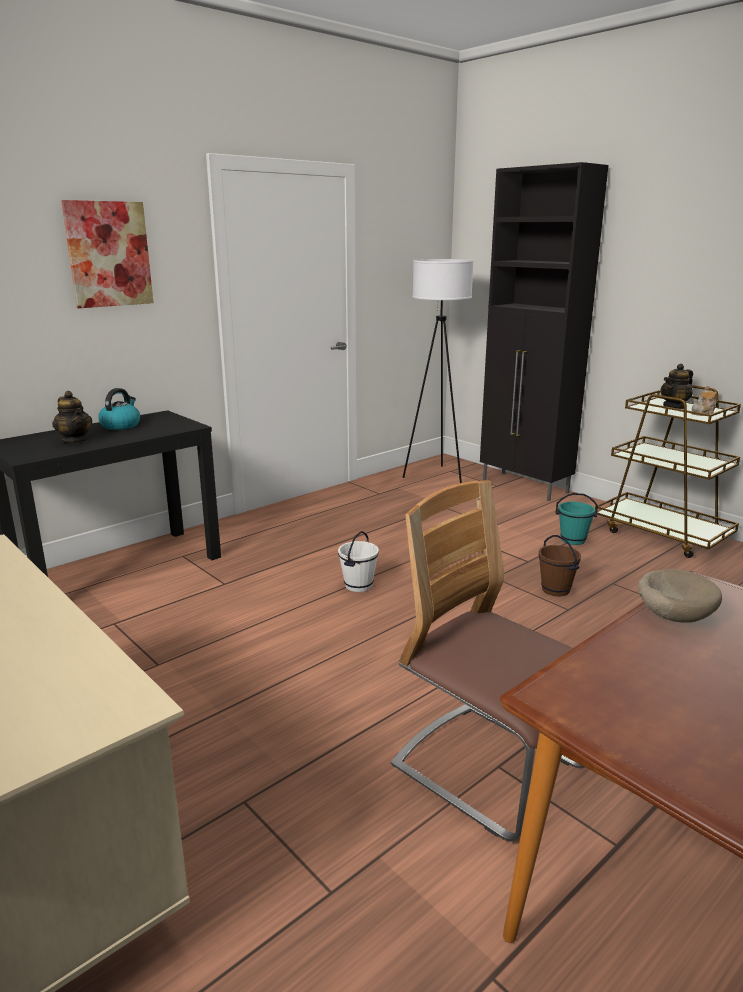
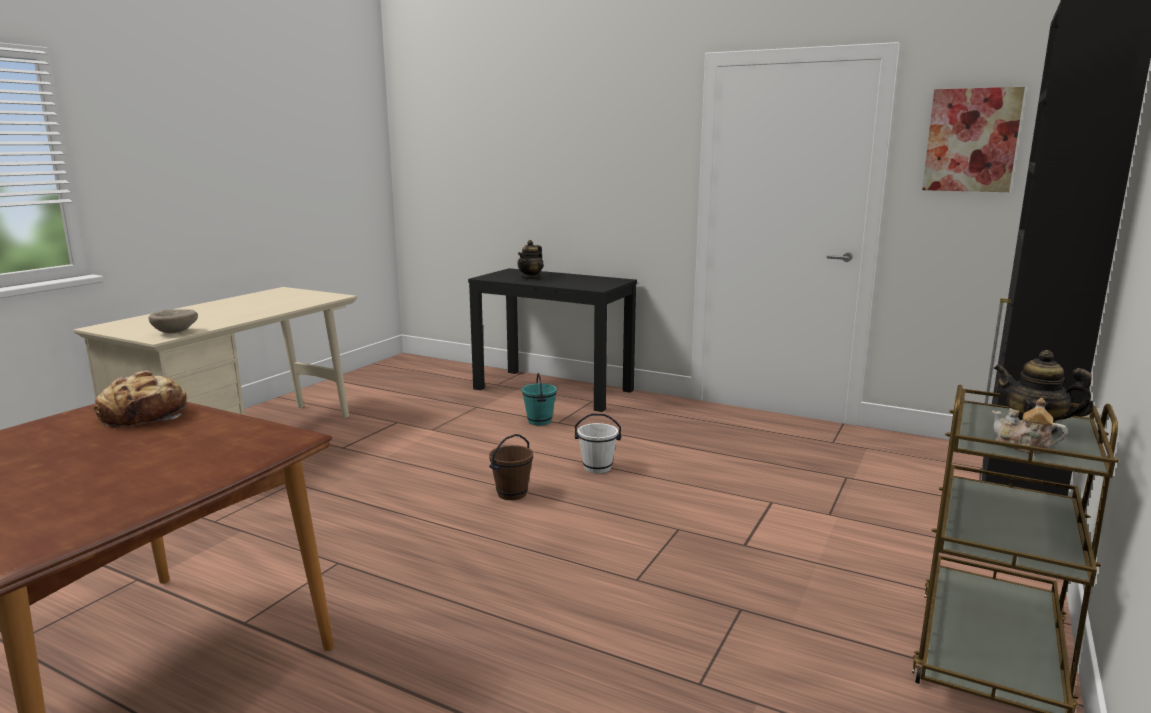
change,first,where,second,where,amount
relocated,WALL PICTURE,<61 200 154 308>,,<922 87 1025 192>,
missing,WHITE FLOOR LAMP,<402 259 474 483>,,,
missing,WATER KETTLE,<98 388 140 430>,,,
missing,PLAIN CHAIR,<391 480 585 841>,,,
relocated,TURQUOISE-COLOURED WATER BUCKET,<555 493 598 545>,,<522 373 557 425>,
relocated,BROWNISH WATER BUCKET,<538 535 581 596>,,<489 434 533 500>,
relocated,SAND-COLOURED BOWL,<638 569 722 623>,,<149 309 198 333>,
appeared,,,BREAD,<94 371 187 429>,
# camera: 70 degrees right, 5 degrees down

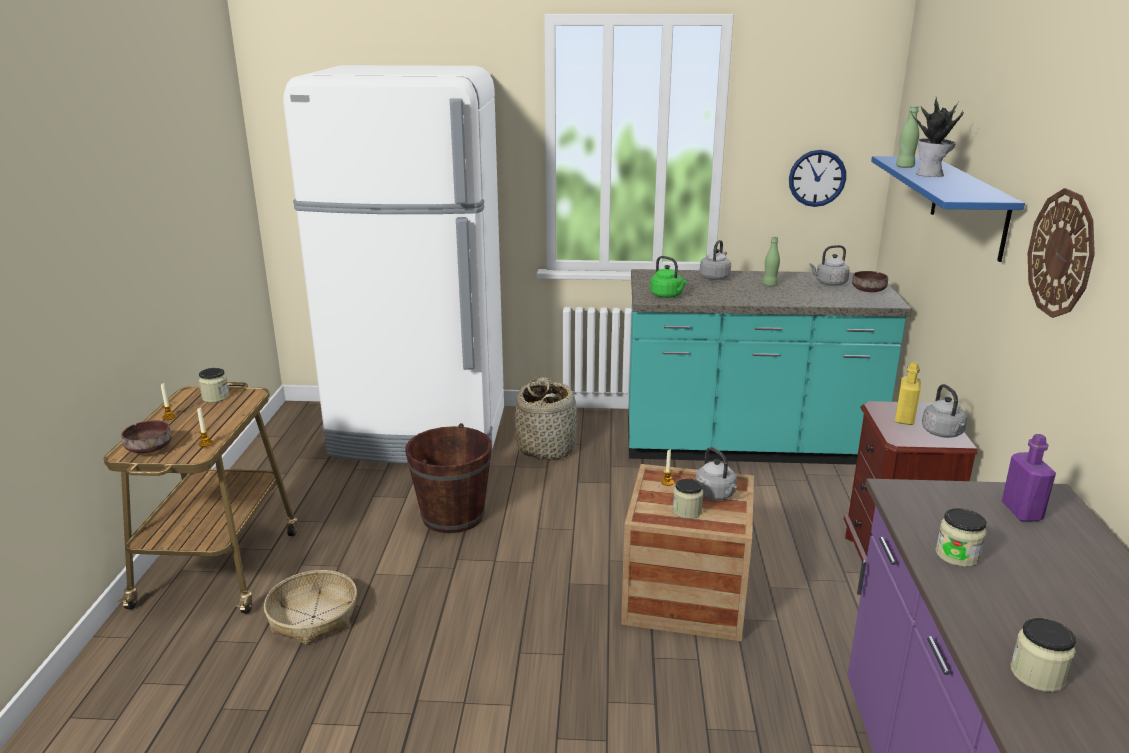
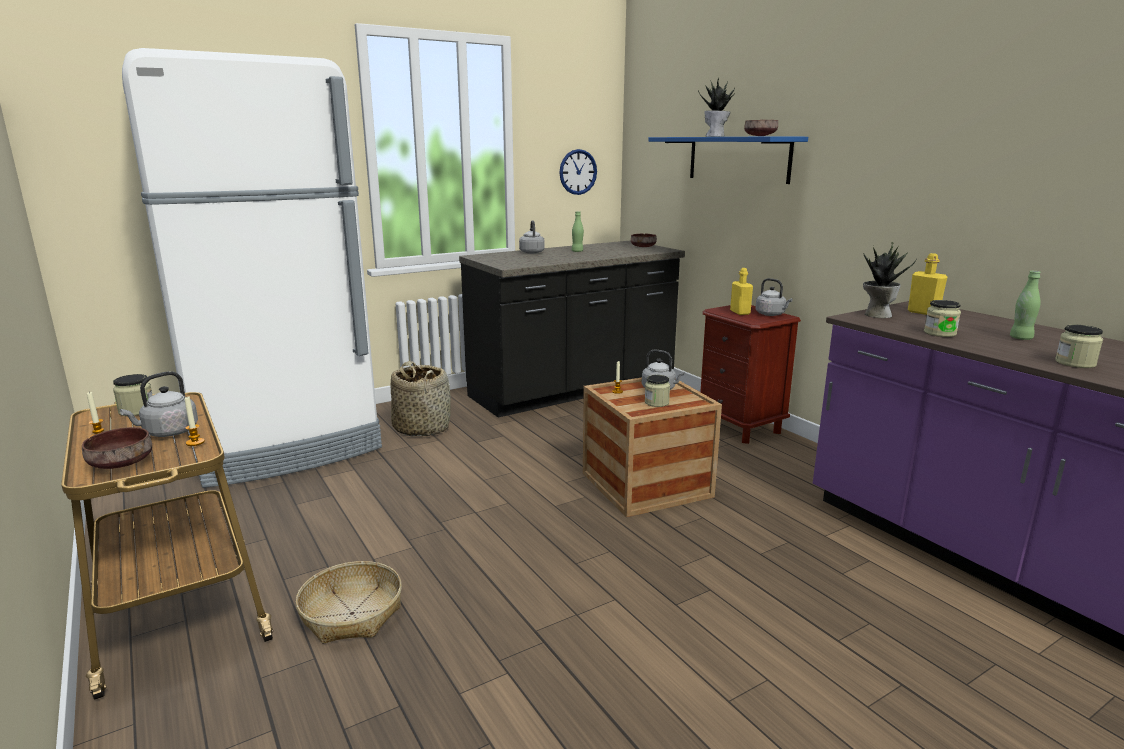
change,first,where,second,where,amount
relocated,GREEN-COLOURED BOTTLE,<896 106 919 168>,,<1010 271 1041 340>,
missing,WALL CLOCK,<1028 188 1095 318>,,,
relocated,GREYISH WATER KETTLE,<809 245 850 286>,,<120 371 198 437>,
missing,GREEN-COLOURED WATER KETTLE,<650 256 688 298>,,,
colour,TURQUOISE-COLOURED KITCHEN COUNTER,<628 269 912 465>,BLACK-COLOURED KITCHEN COUNTER,<459 241 685 418>,
missing,BROWNISH WATER BUCKET,<405 423 492 533>,,,
colour,PURPLE BOTTLE,<1002 434 1056 522>,YELLOWISH BOTTLE,<908 253 947 315>,
appeared,,,BROWNISH BOWL,<744 120 778 136>,
appeared,,,POTTED PLANT,<863 242 917 318>,
# camera: 35 degrees left, 5 degrees down

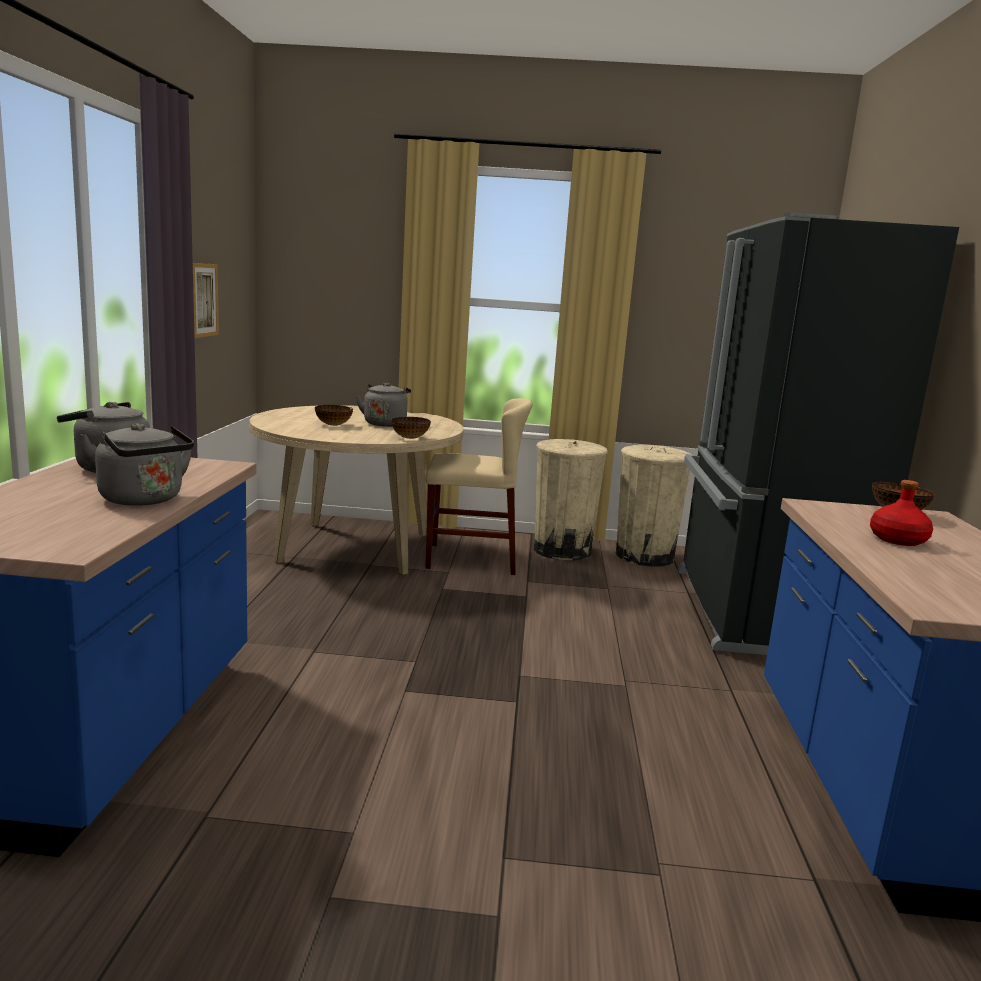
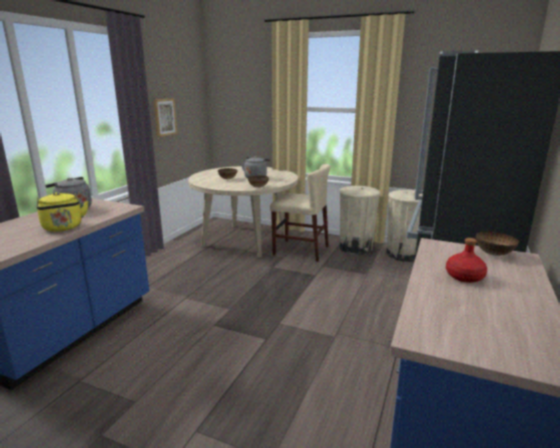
change,first,where,second,where,amount
colour,GREYISH WATER KETTLE,<95 423 194 506>,YELLOWISH WATER KETTLE,<37 192 88 232>,
# camera: 20 degrees right, 5 degrees up

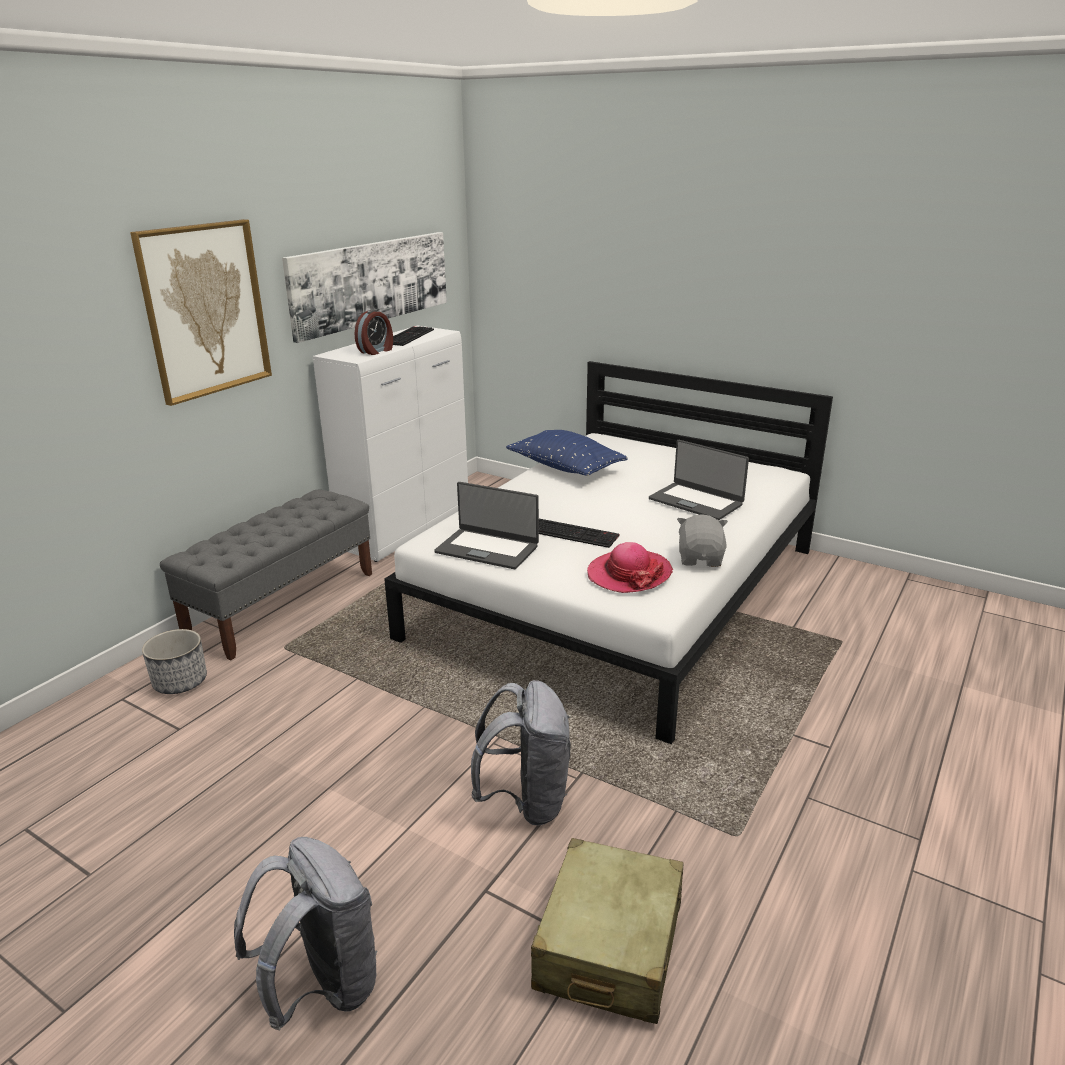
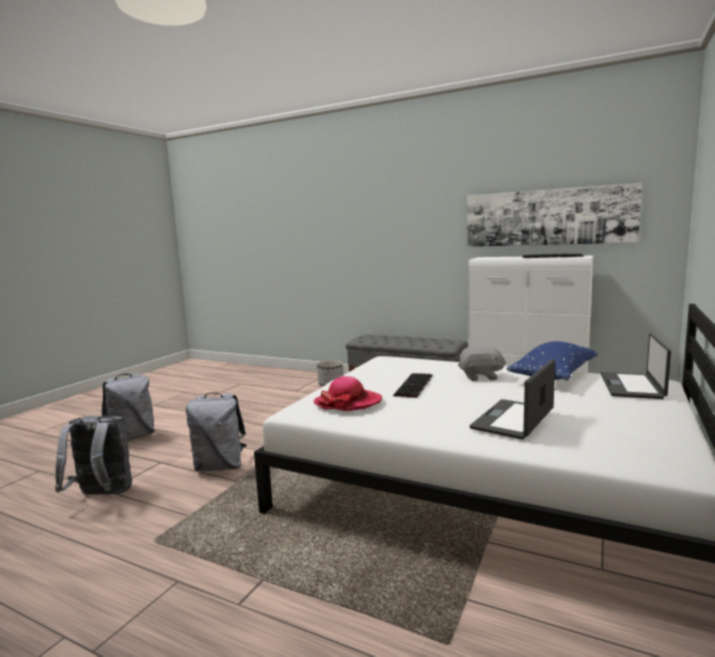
change,first,where,second,where,amount
missing,WALL PICTURE,<130 219 272 406>,,,
missing,BEDSIDE CLOCK,<354 309 393 355>,,,
relocated,LAPTOP,<434 482 539 569>,,<601 334 671 399>,
relocated,GREYISH PLUSH TOY,<677 514 728 567>,,<458 346 506 381>,
exchanged,SAND-COLOURED PIECE OF LUGGAGE,<531 838 684 1024>,GREYISH RUCKSACK,<55 416 132 495>,
# camera: 85 degrees right, 15 degrees down

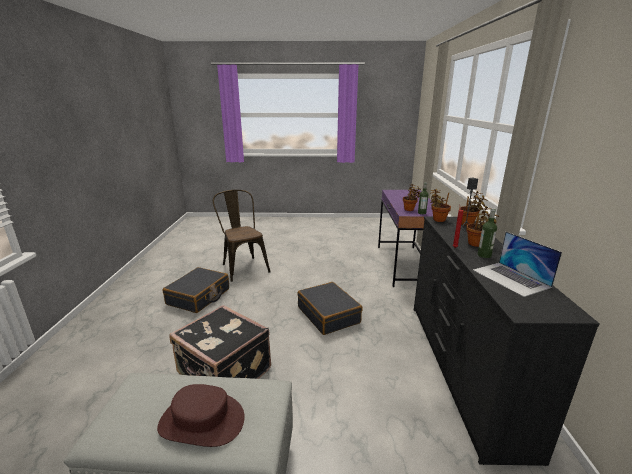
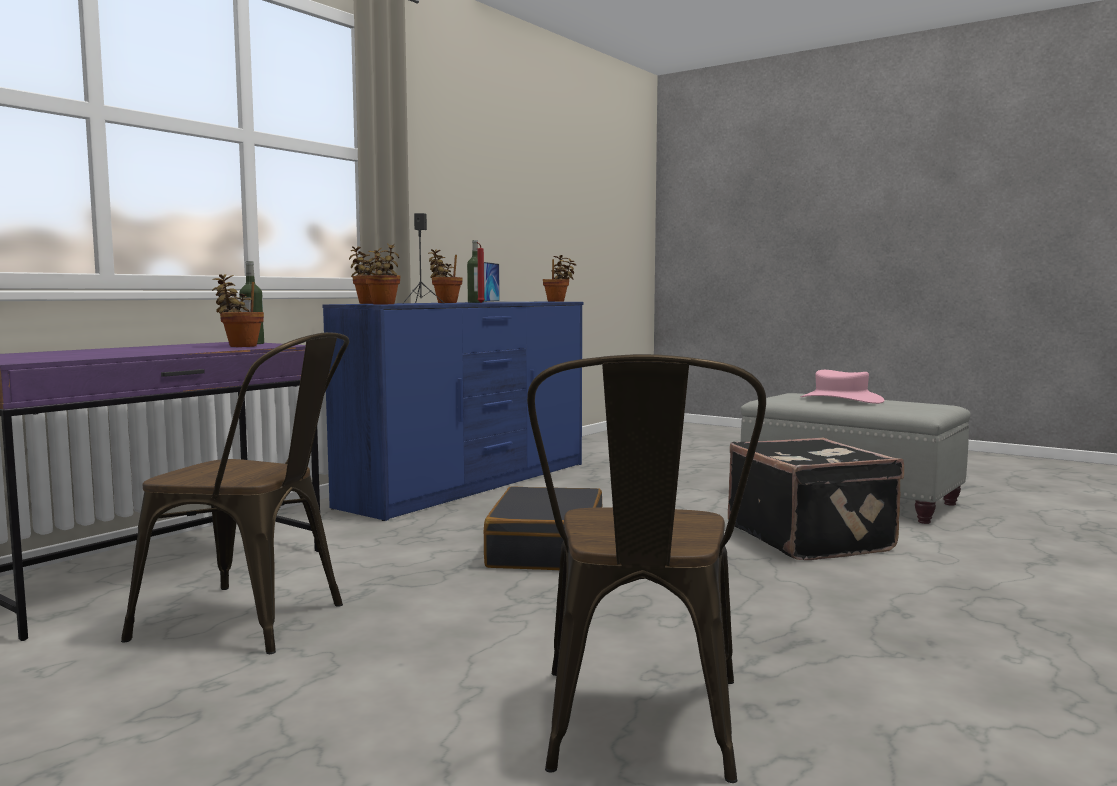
change,first,where,second,where,amount
colour,BLACK-COLOURED DRAWER CHEST,<414 217 600 466>,BLUISH DRAWER CHEST,<322 301 583 521>,
missing,BLACK-COLOURED PIECE OF LUGGAGE,<163 267 229 313>,,,
colour,BROWNISH HAT,<157 384 245 447>,PINK HAT,<801 370 884 404>,
appeared,,,POTTED PLANT,<543 255 576 302>,
appeared,,,BROWNISH PLAIN CHAIR,<121 332 349 654>,
# camera: 145 degrees left, 15 degrees down

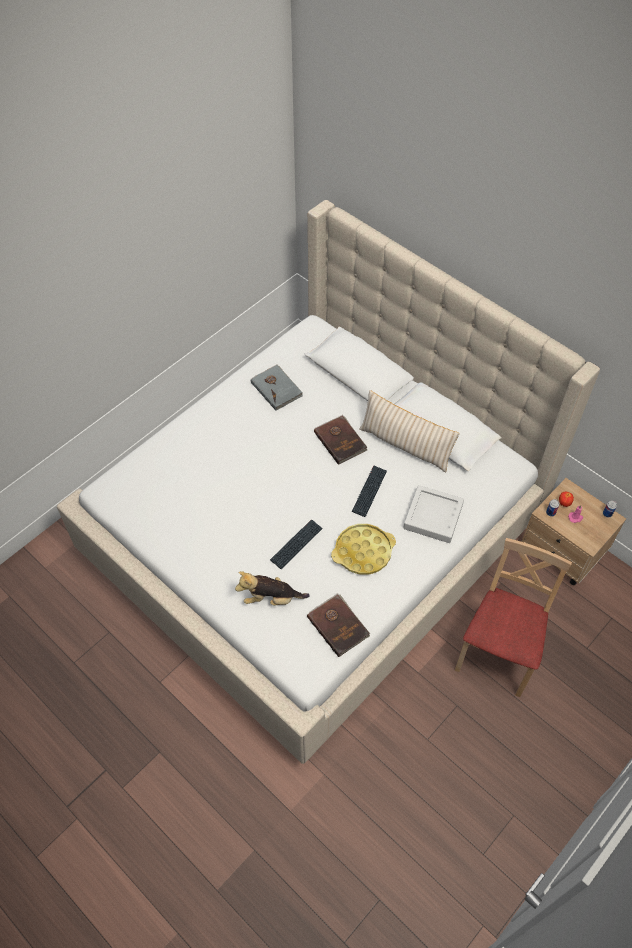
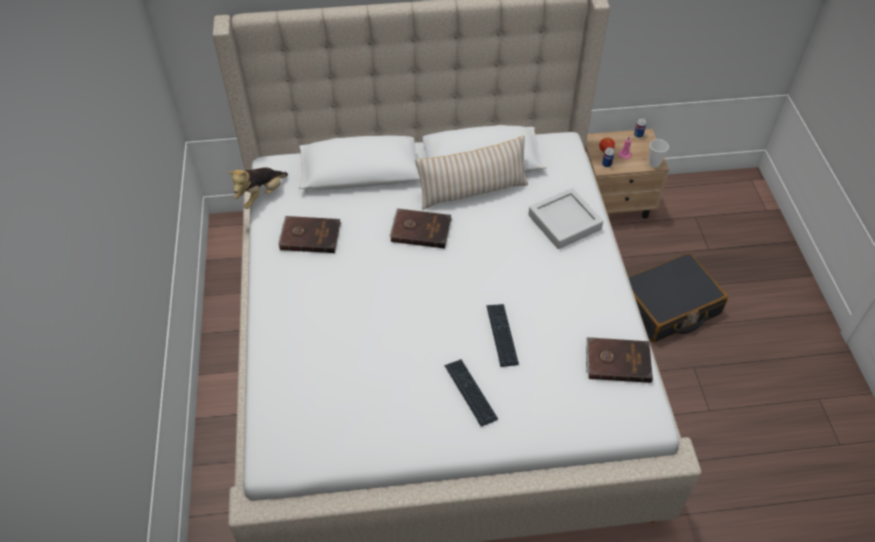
change,first,where,second,where,amount
colour,GREYISH BOOK,<251 365 303 411>,BROWNISH BOOK,<278 216 341 253>,
relocated,PC KEYBOARD,<352 466 387 517>,,<445 359 498 427>,
missing,YELLOWISH TRAY,<331 524 396 575>,,,
exchanged,SAND-COLOURED PLAIN CHAIR,<455 538 572 697>,BLACK-COLOURED PIECE OF LUGGAGE,<628 253 728 342>,
relocated,PLUSH TOY,<235 571 310 606>,,<228 167 288 209>,
appeared,,,SMALL CUP,<649 139 669 168>,
# camera: 50 degrees left, 5 degrees down

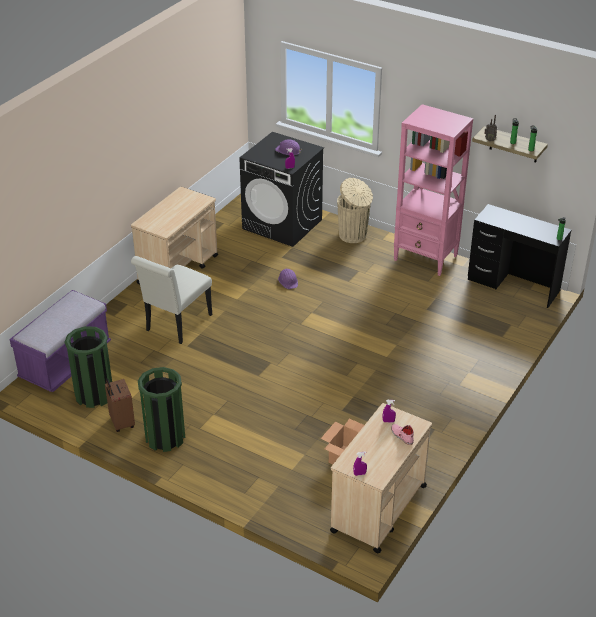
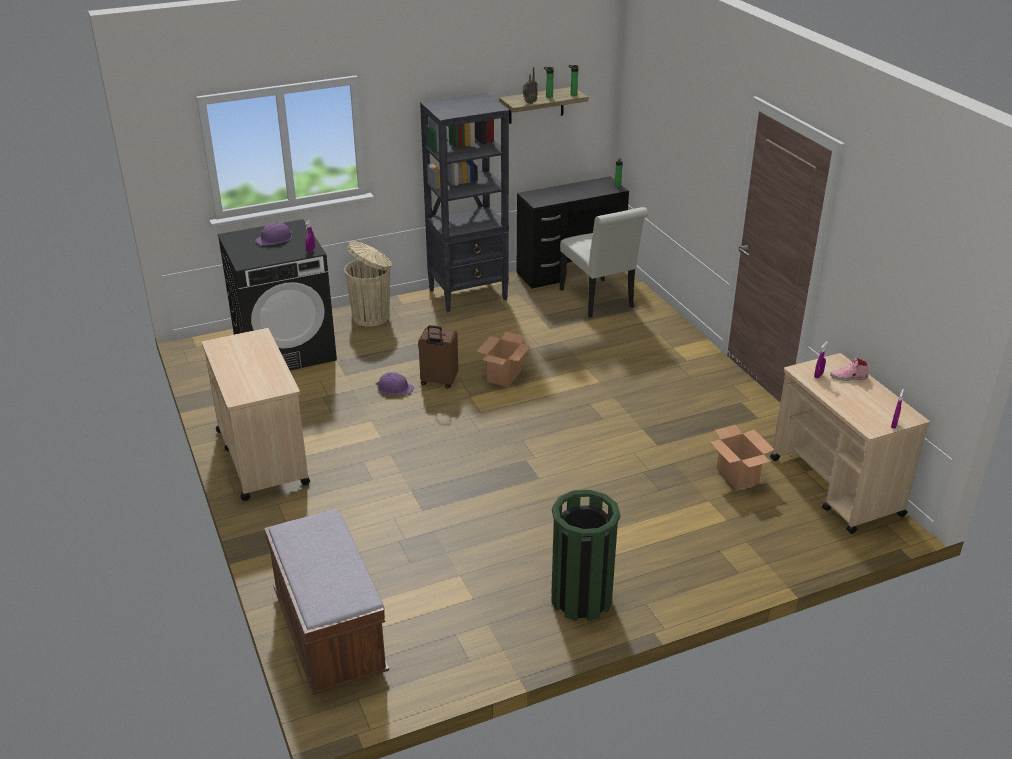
change,first,where,second,where,amount
colour,PINK BOOKSHELF,<394 104 473 276>,BLACK-COLOURED BOOKSHELF,<420 93 509 313>,
relocated,WHITE PLAIN CHAIR,<131 256 212 344>,,<560 207 648 318>,
colour,PURPLE BENCH,<10 290 111 392>,BROWNISH BENCH,<264 509 389 695>,
missing,GREEN-COLOURED WASTE BIN,<65 326 112 408>,,,
relocated,BROWNISH PIECE OF LUGGAGE,<105 378 135 432>,,<418 325 458 388>,
appeared,,,PACKING BOX,<477 332 532 387>,
# camera: 55 degrees left, 5 degrees down

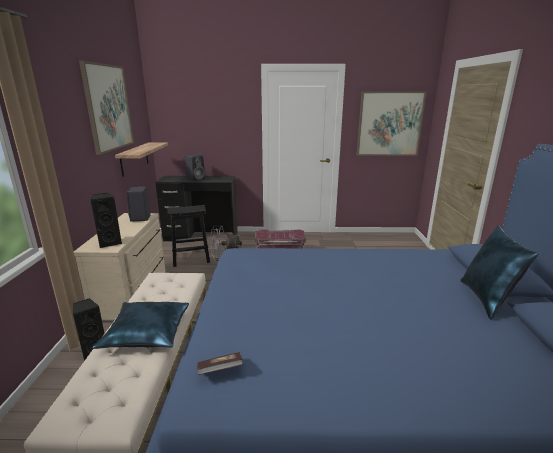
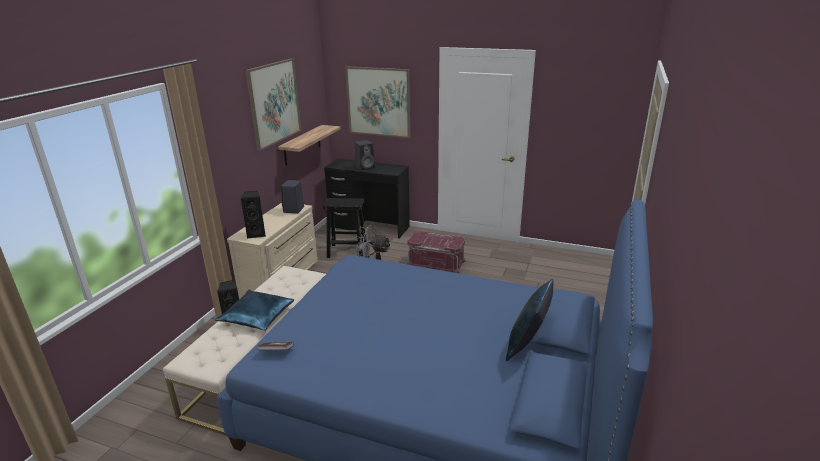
change,first,where,second,where,amount
relocated,WALL PICTURE,<357 92 426 156>,,<345 66 410 138>,
# camera: 20 degrees right, 5 degrees up

